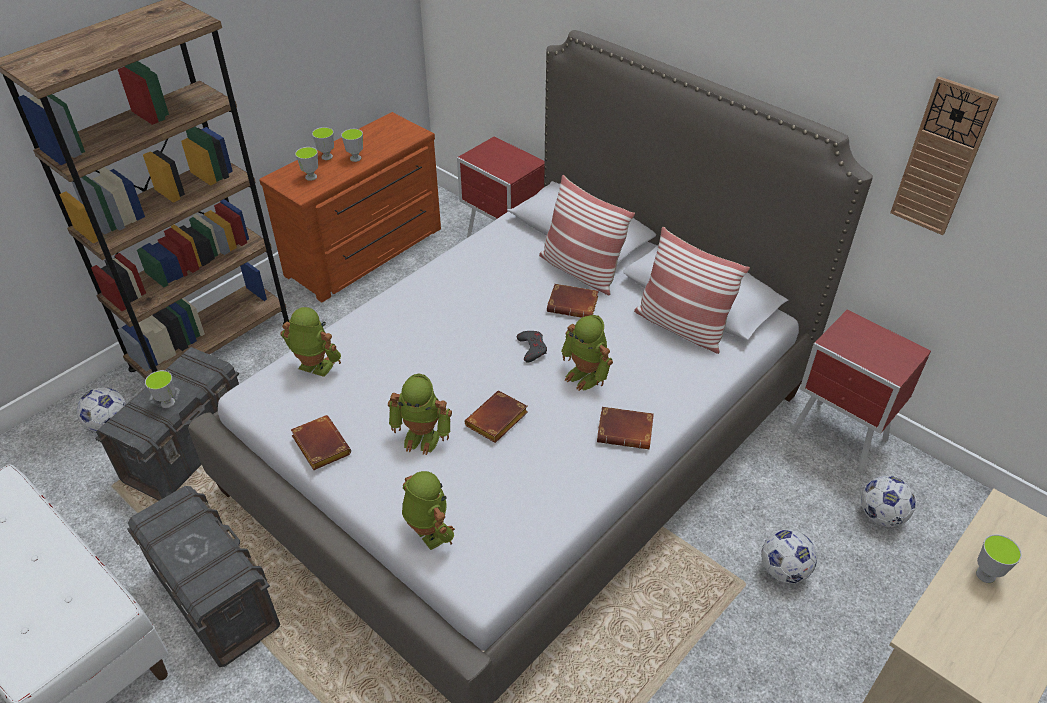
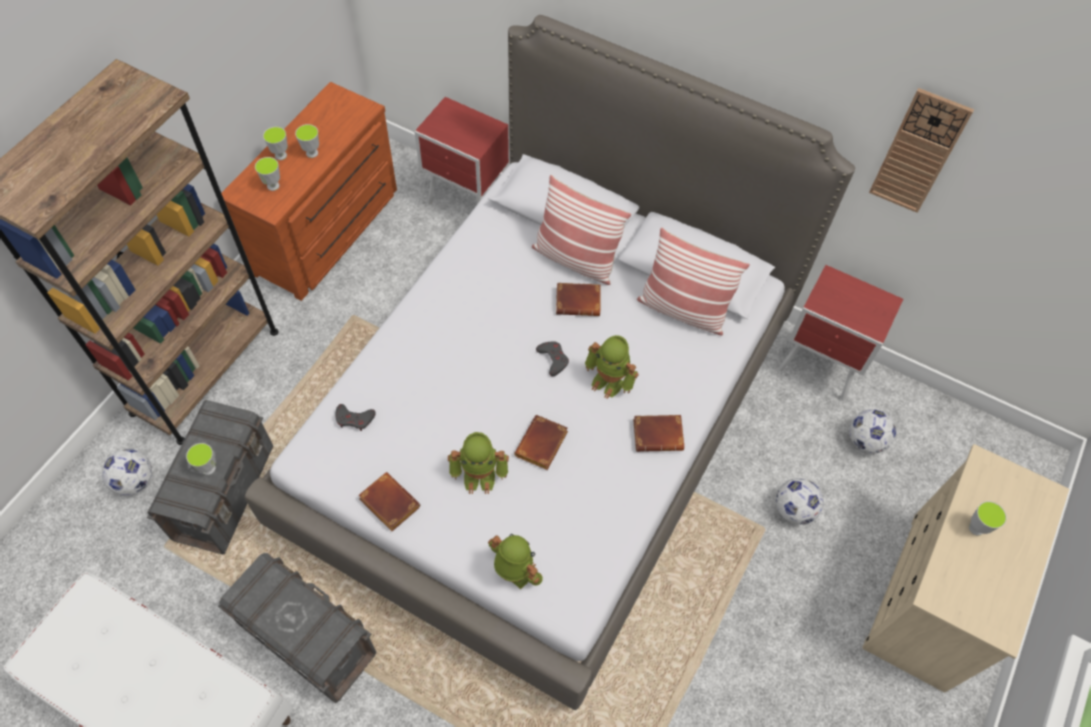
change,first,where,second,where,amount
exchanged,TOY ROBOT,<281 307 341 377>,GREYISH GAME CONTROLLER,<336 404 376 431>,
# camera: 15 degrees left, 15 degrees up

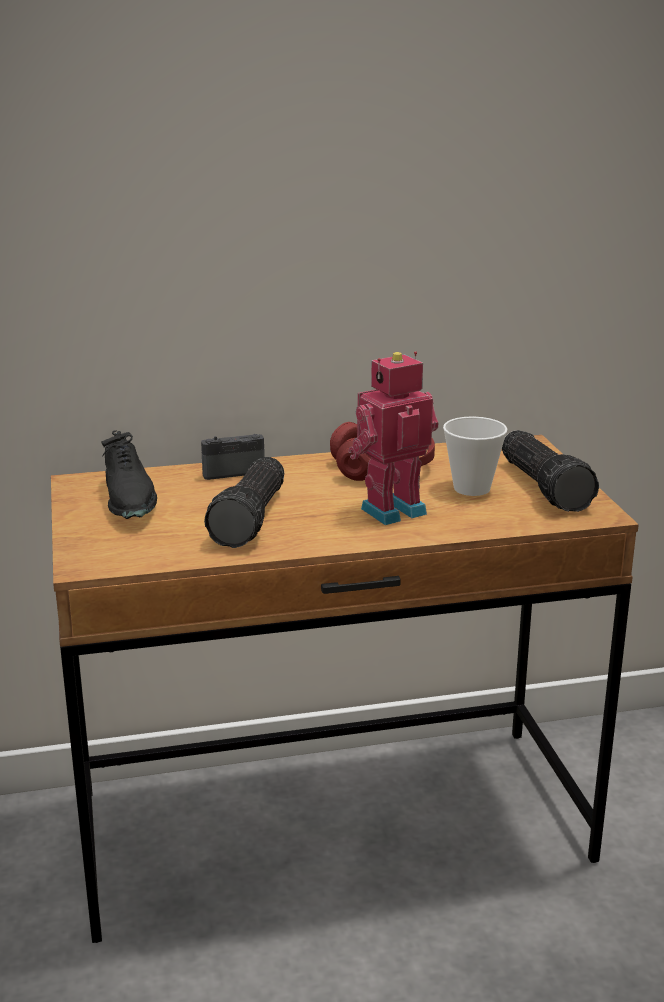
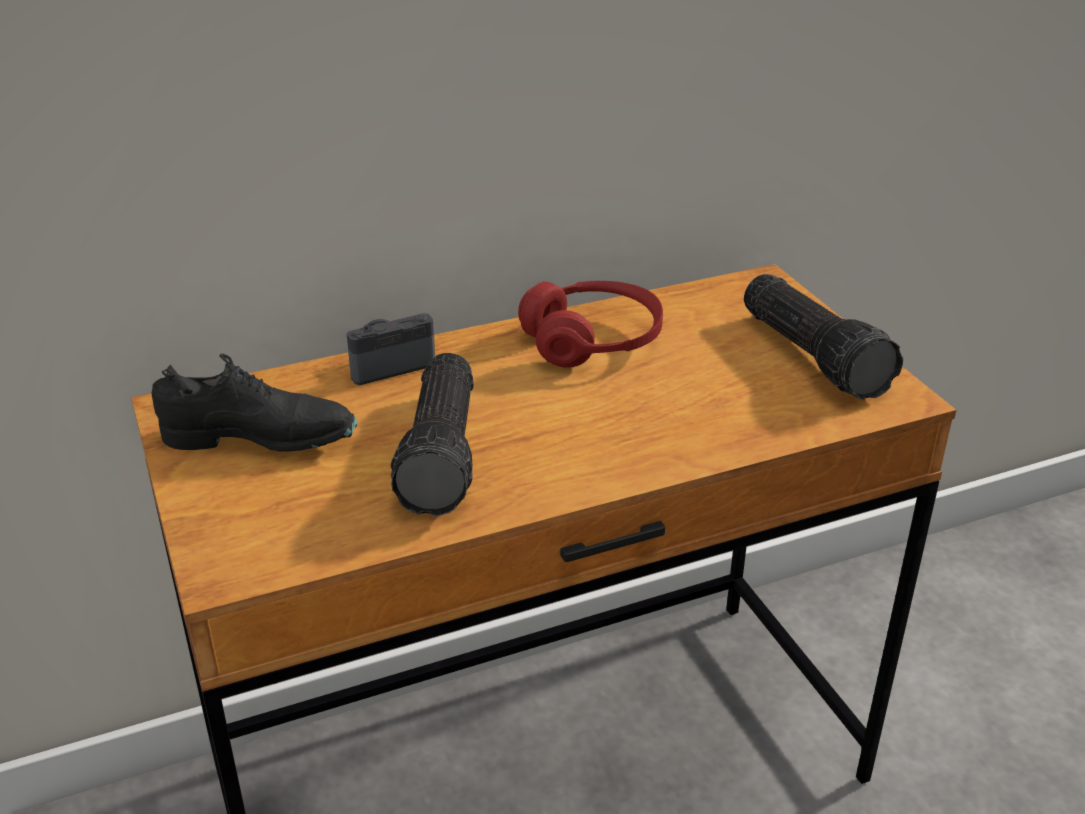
change,first,where,second,where,amount
missing,TOY ROBOT,<349 351 438 525>,,,
missing,SMALL CUP,<443 417 507 496>,,,
spun,BLACK-COLOURED LOW SHOE,<101 430 157 519>,,<152 354 358 451>,60 degrees counterclockwise
# camera: 10 degrees left, 10 degrees up

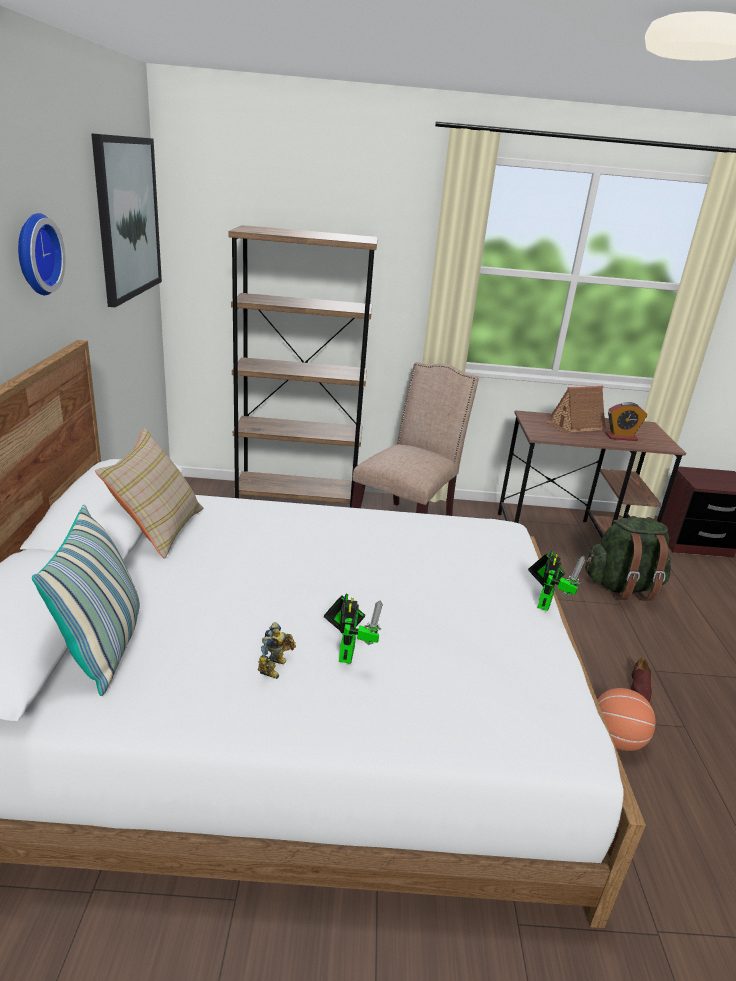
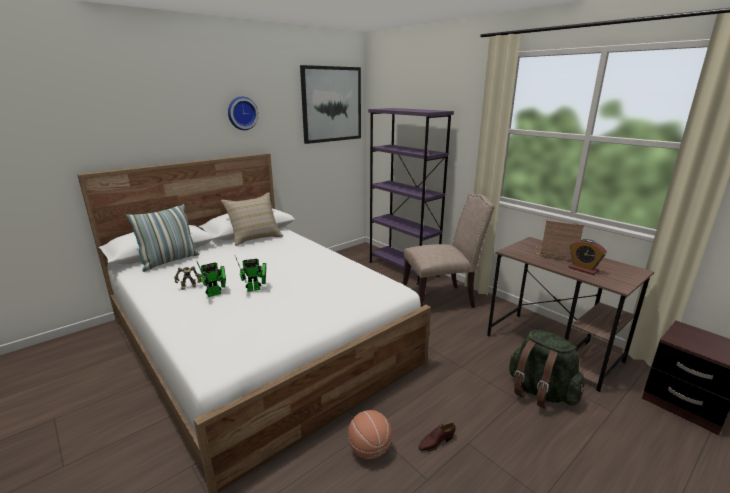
change,first,where,second,where,amount
colour,BROWNISH BOOKSHELF,<229 225 378 508>,PURPLE BOOKSHELF,<368 108 454 285>,
relocated,TOY ROBOT,<528 551 585 611>,,<235 256 266 292>,
# camera: 50 degrees right, 5 degrees down

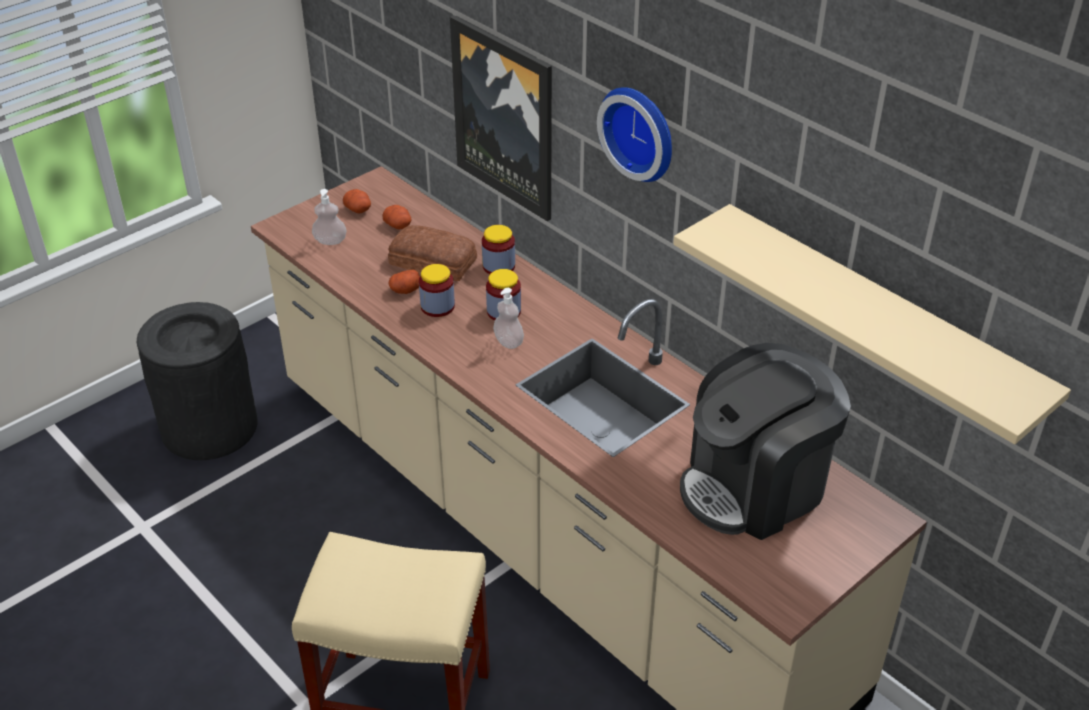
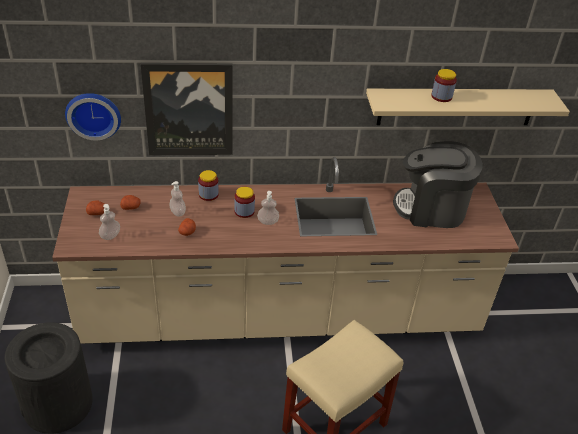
change,first,where,second,where,amount
relocated,WALL CLOCK,<597 87 672 182>,,<65 93 121 140>,
exchanged,BREAD,<388 225 477 281>,SOAP DISPENSER,<169 181 186 217>,
relocated,JAR,<419 264 455 317>,,<431 69 457 102>,
spun,COFFEE MACHINE,<680 343 851 540>,,<393 141 483 228>,90 degrees clockwise
# camera: 55 degrees left, 0 degrees up

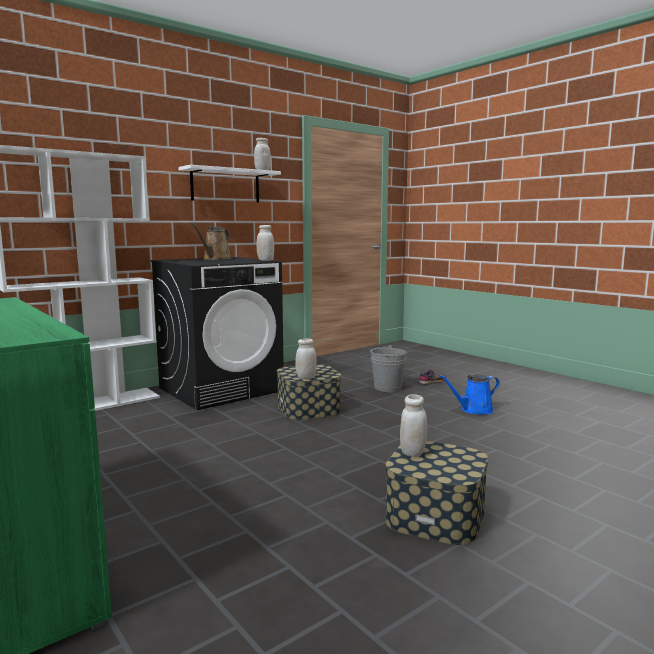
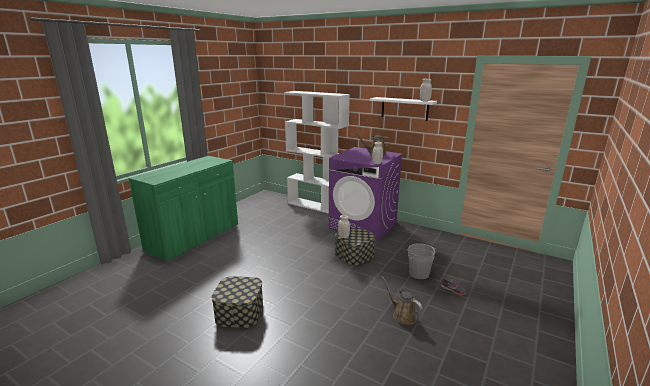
change,first,where,second,where,amount
colour,BLACK-COLOURED WASHING MACHINE,<151 257 284 410>,PURPLE WASHING MACHINE,<329 147 402 241>,
colour,BLUISH WATERING CAN,<439 374 500 414>,BROWNISH WATERING CAN,<382 276 423 325>,
missing,WHITE JAR,<400 394 427 457>,,,
# camera: 70 degrees right, 10 degrees up

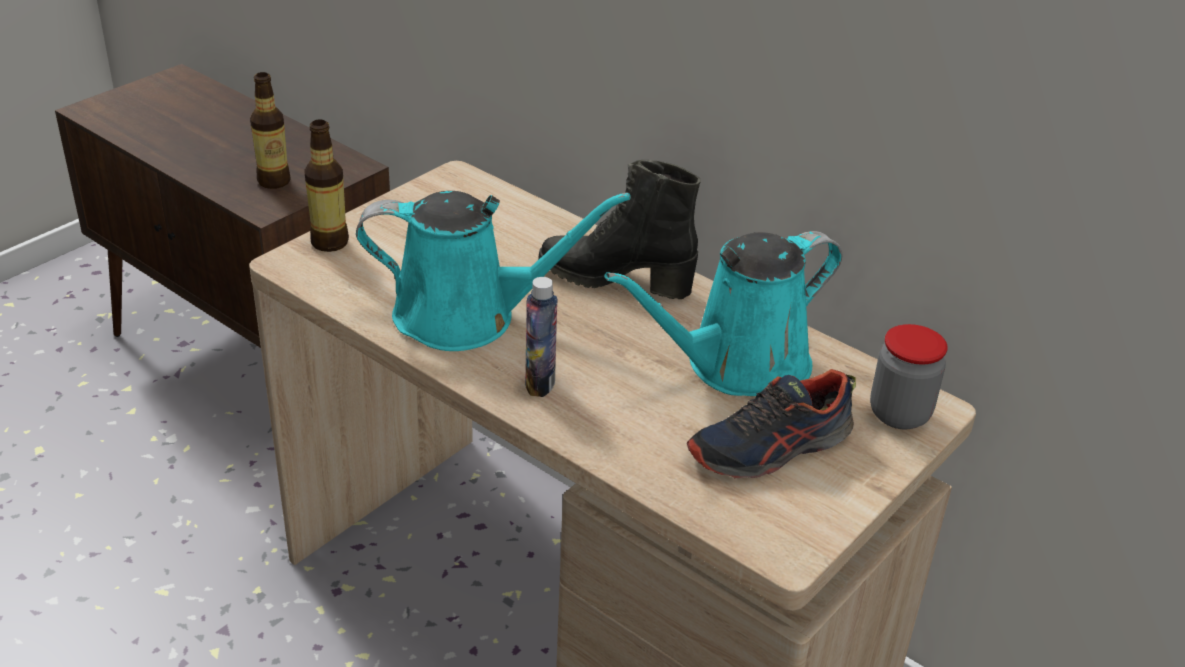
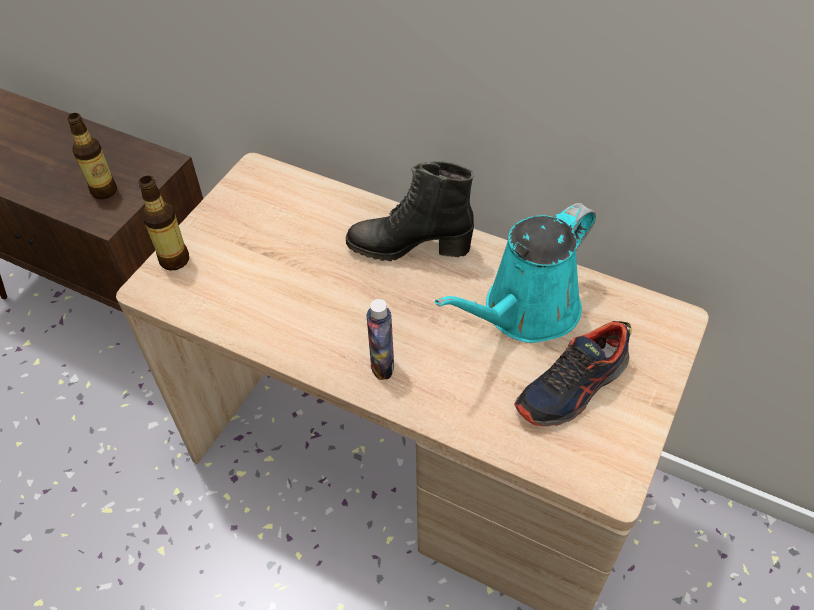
change,first,where,second,where,amount
missing,TURQUOISE-COLOURED WATERING CAN,<356 191 630 351>,,,
missing,JAR,<870 324 948 429>,,,
# camera: 10 degrees left, 15 degrees up

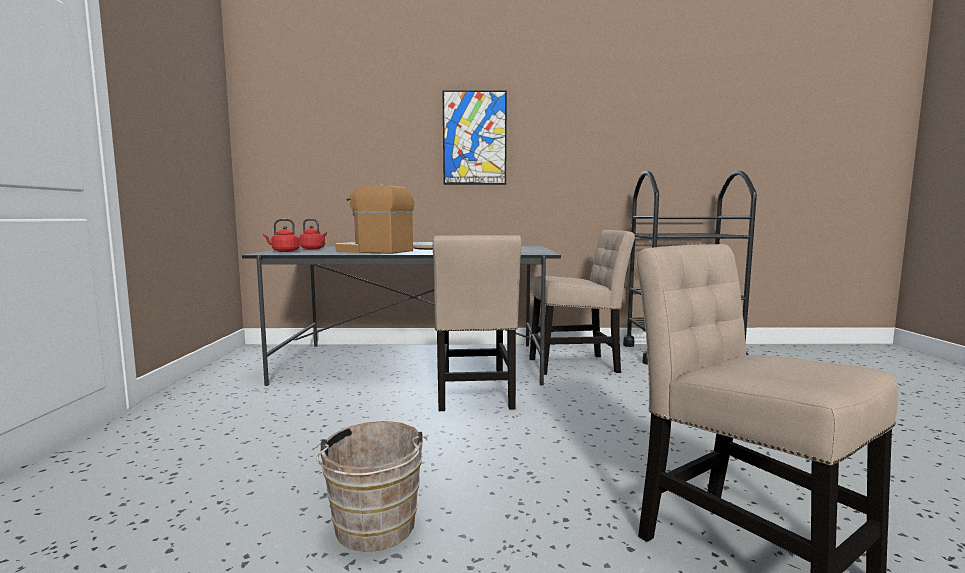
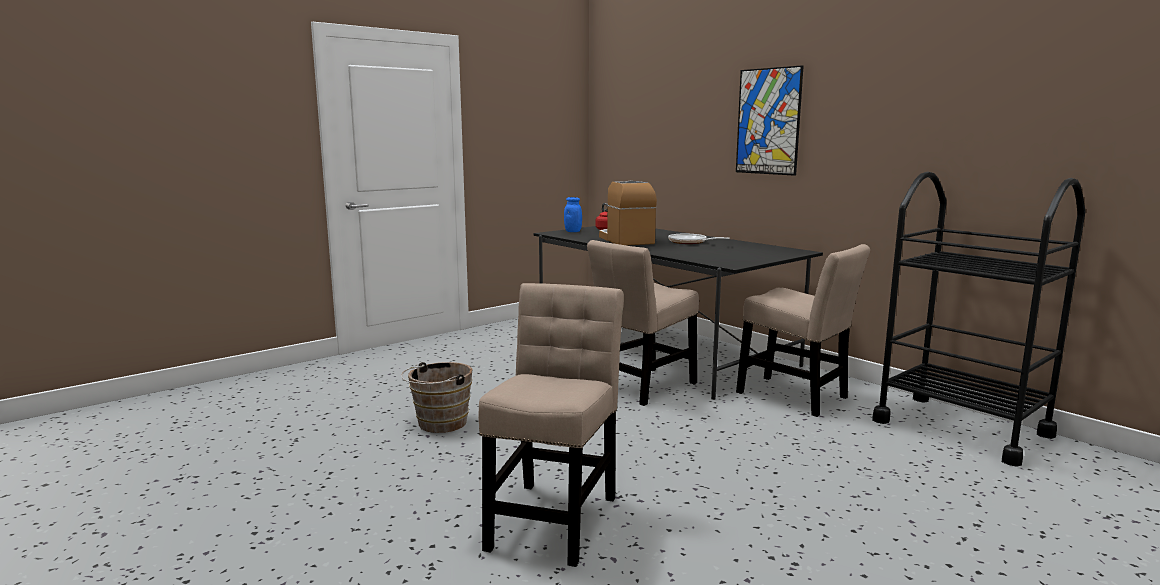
change,first,where,second,where,amount
exchanged,RED WATER KETTLE,<263 219 300 252>,BLUISH JAR,<564 197 582 232>,
# camera: 50 degrees right, 5 degrees up

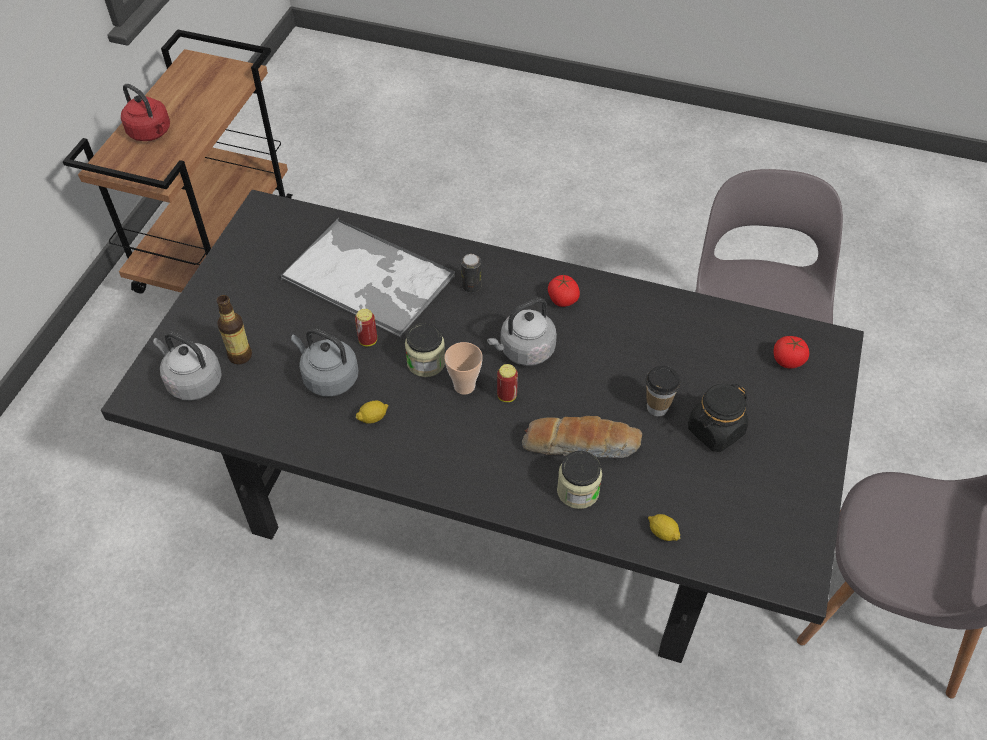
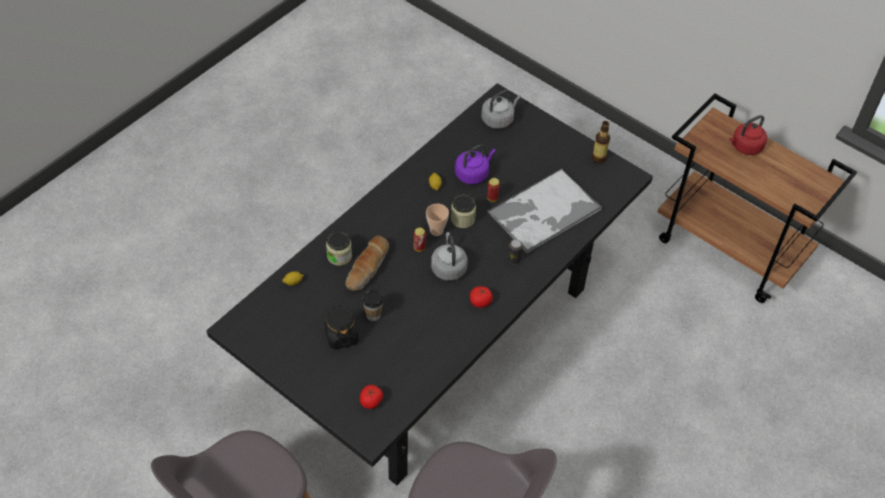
change,first,where,second,where,amount
relocated,BOTTLE,<217 295 252 365>,,<592 121 610 164>,
colour,GREYISH WATER KETTLE,<291 328 359 397>,PURPLE WATER KETTLE,<455 144 496 184>,
# camera: 110 degrees right, 0 degrees up

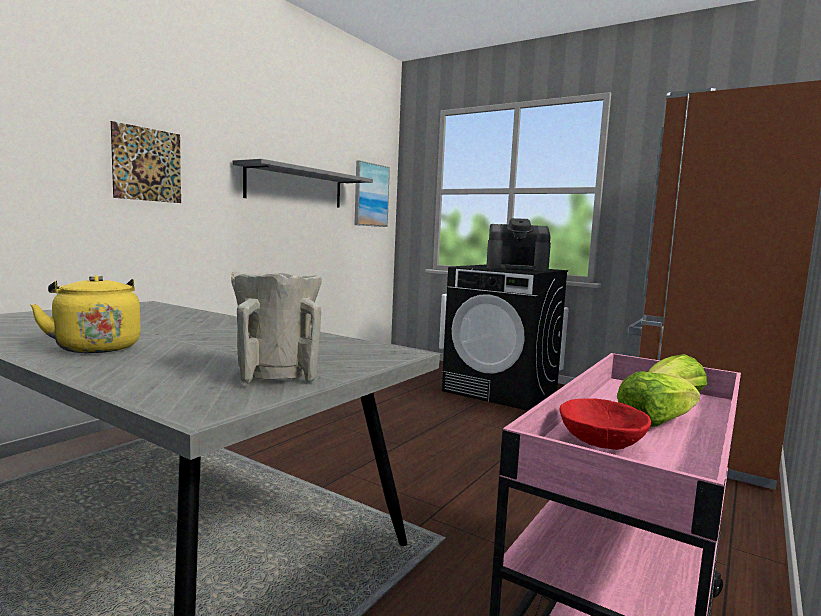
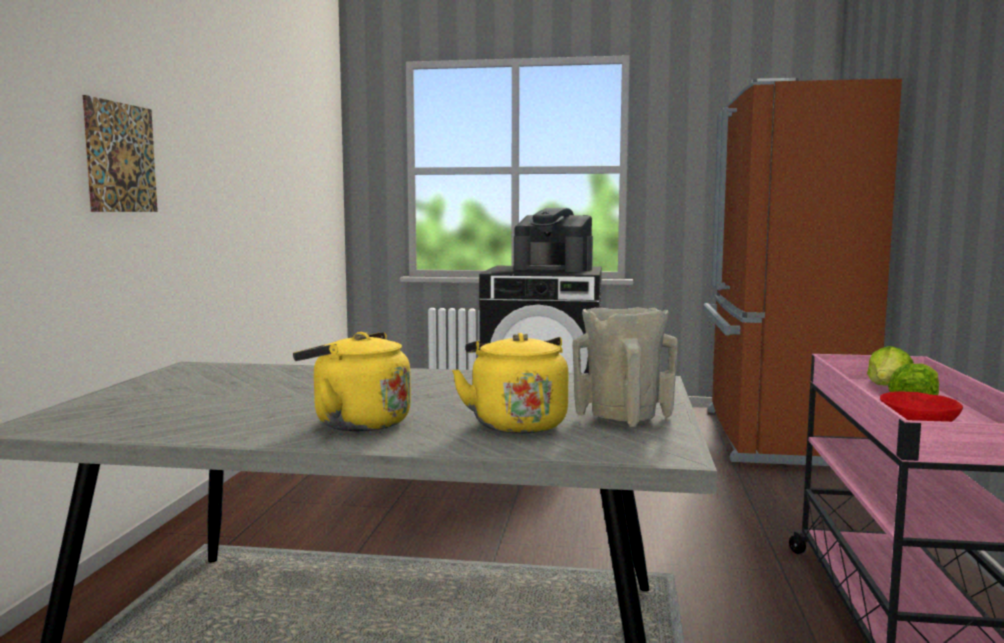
change,first,where,second,where,amount
missing,GREYISH BRACKET SHELF,<232 159 373 208>,,,
missing,WALL PICTURE,<355 160 390 227>,,,
spun,COFFEE MACHINE,<486 218 551 271>,,<514 208 593 272>,45 degrees clockwise
appeared,,,YELLOWISH WATER KETTLE,<452 333 569 433>,
# camera: 25 degrees left, 0 degrees up

